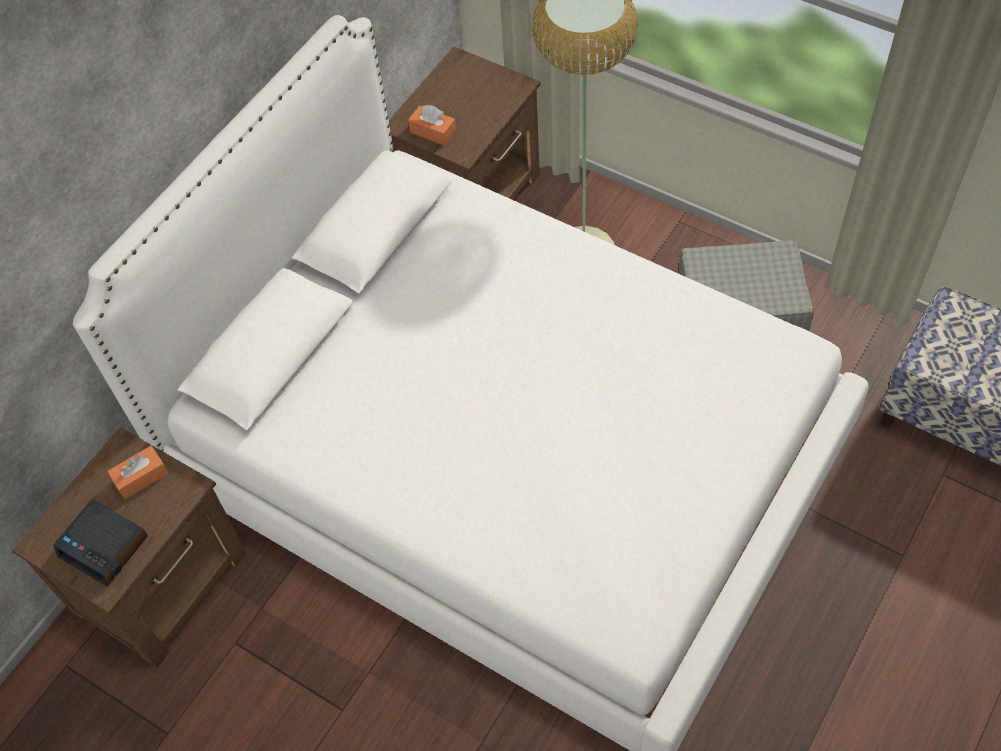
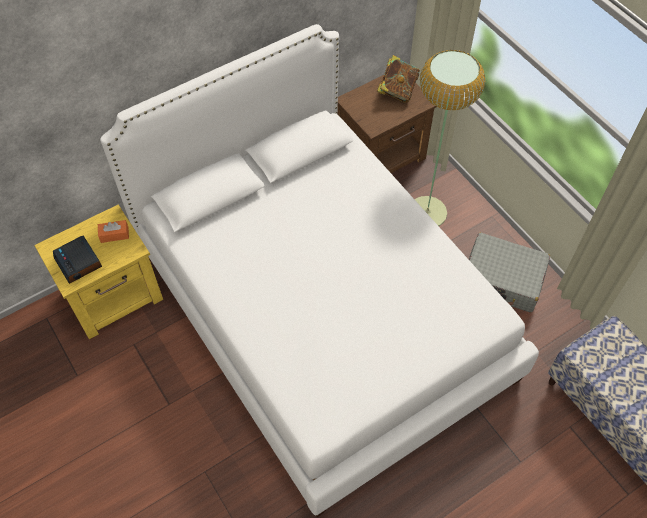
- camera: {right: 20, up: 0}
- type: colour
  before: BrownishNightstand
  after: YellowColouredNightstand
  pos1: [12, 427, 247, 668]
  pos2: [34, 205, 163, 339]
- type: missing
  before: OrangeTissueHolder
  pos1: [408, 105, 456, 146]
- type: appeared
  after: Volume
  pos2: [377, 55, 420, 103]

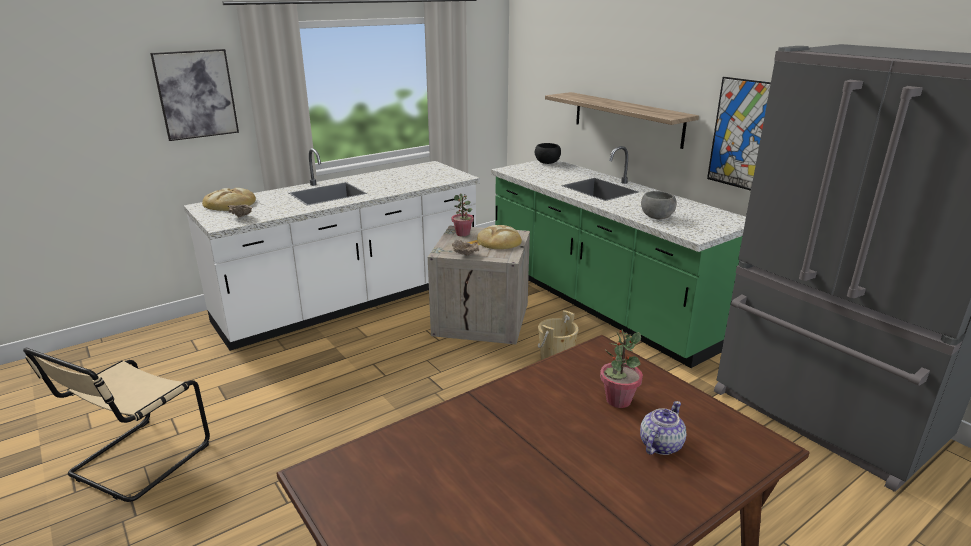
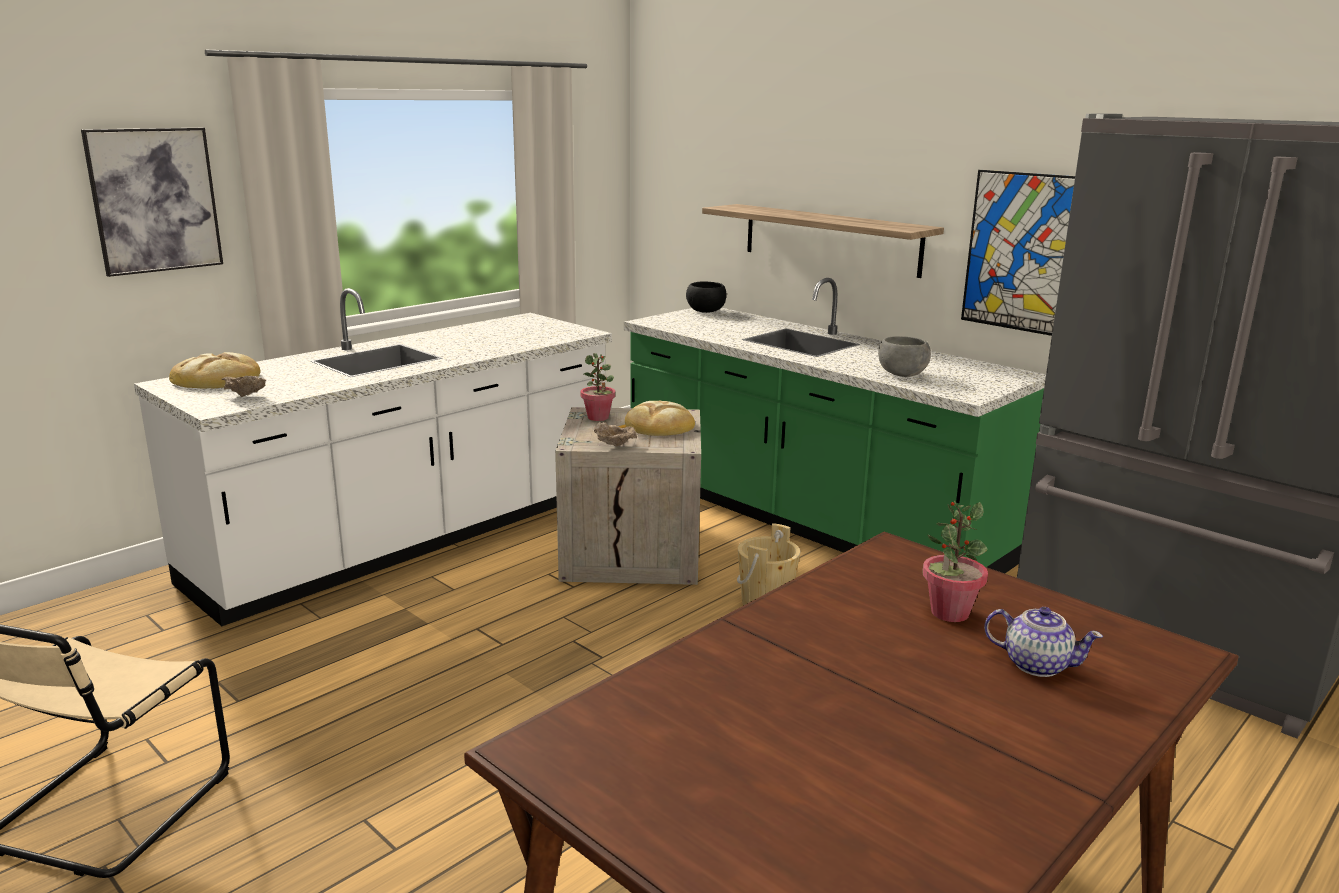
- camera: {right: -10, up: -5}
- type: spun
  before: Teapot
  pos1: [640, 401, 686, 455]
  pos2: [984, 607, 1103, 677]
  turn: 90

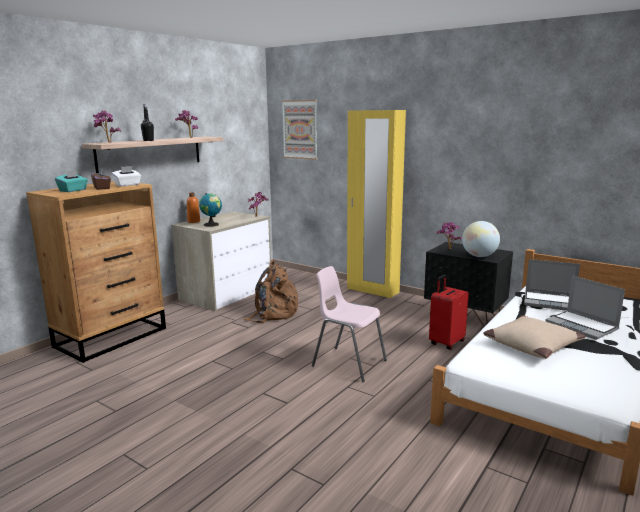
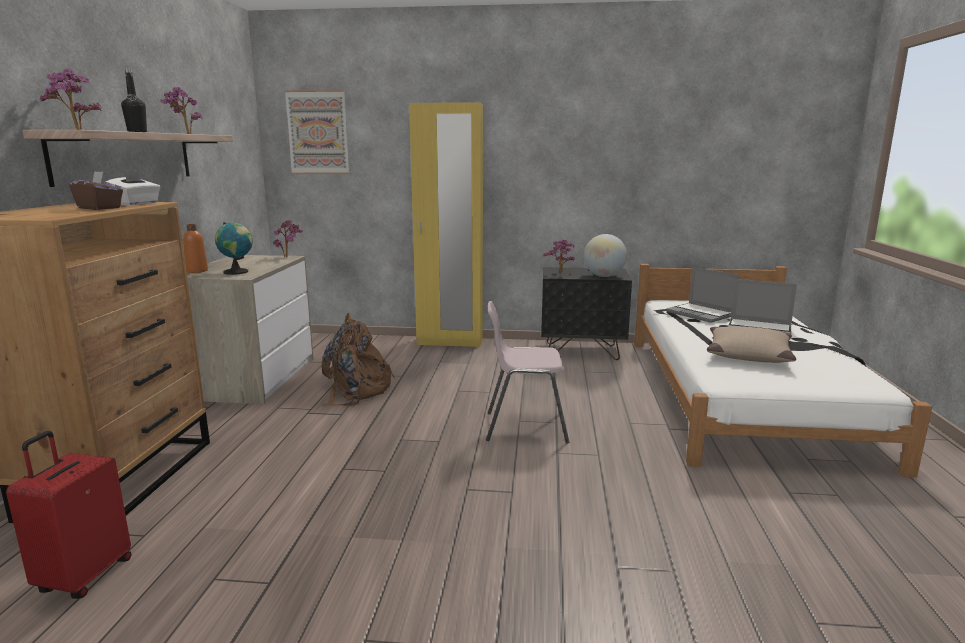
- camera: {right: -30, up: 0}
- type: missing
  before: TurquoiseTissueHolder
  pos1: [55, 170, 88, 192]
- type: relocated
  before: RedSuitcase
  pos1: [429, 275, 469, 350]
  pos2: [6, 431, 131, 599]
- type: spun
  before: Laptop
  pos1: [524, 259, 580, 311]
  pos2: [666, 267, 739, 323]
  turn: 60

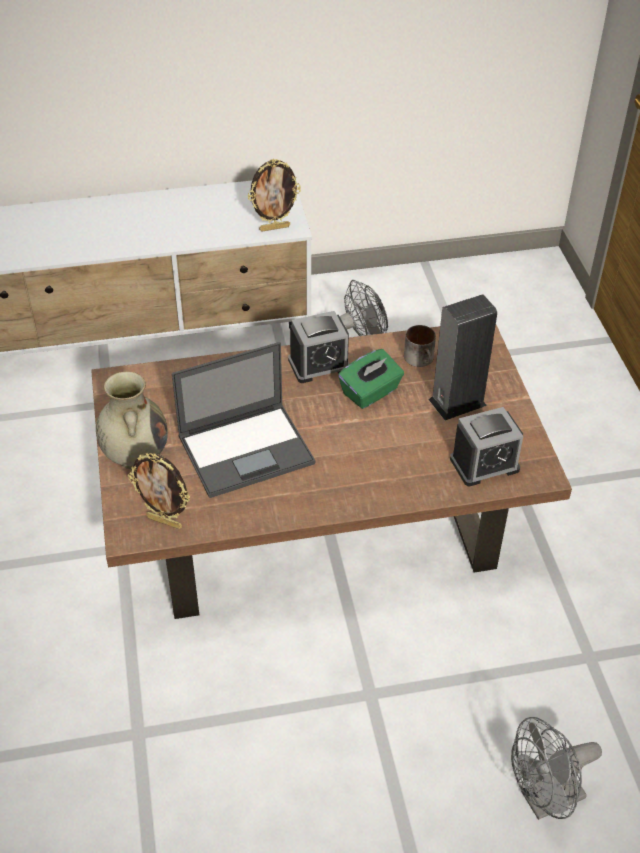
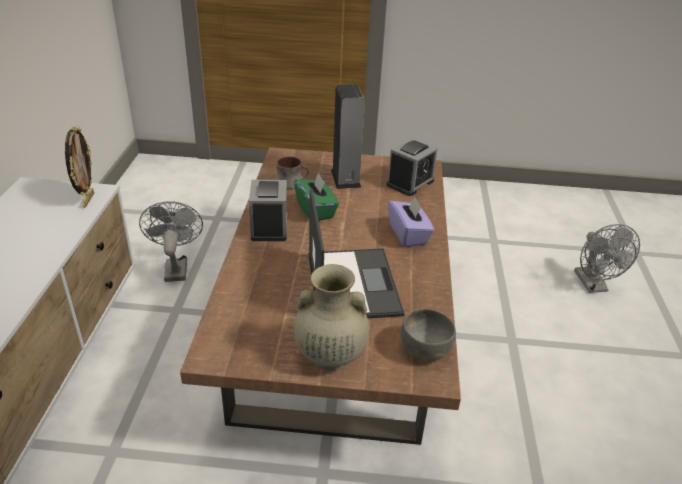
- camera: {right: -75, up: -10}
- type: exchanged
  before: PictureFrame
  after: GrayDeepDish
  pos1: [128, 453, 190, 529]
  pos2: [401, 309, 456, 362]
- type: spun
  before: BedsideClock
  pos1: [450, 407, 523, 486]
  pos2: [387, 138, 438, 196]
  turn: 45
- type: appeared
  after: PurpleColouredTissueHolder
  pos2: [388, 196, 434, 247]

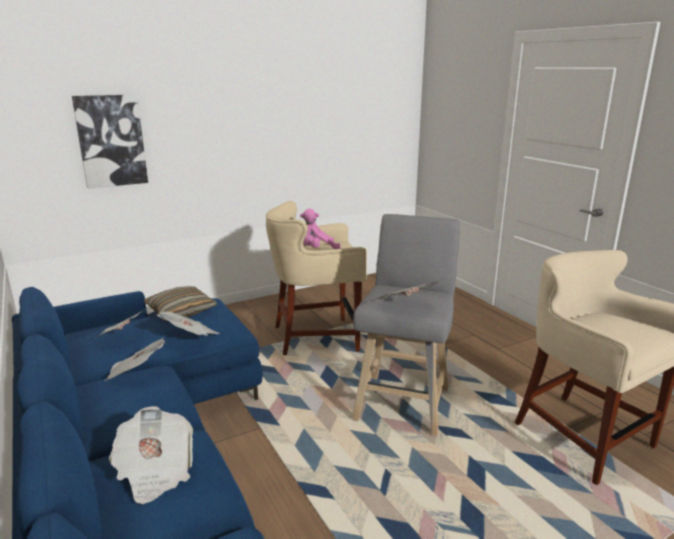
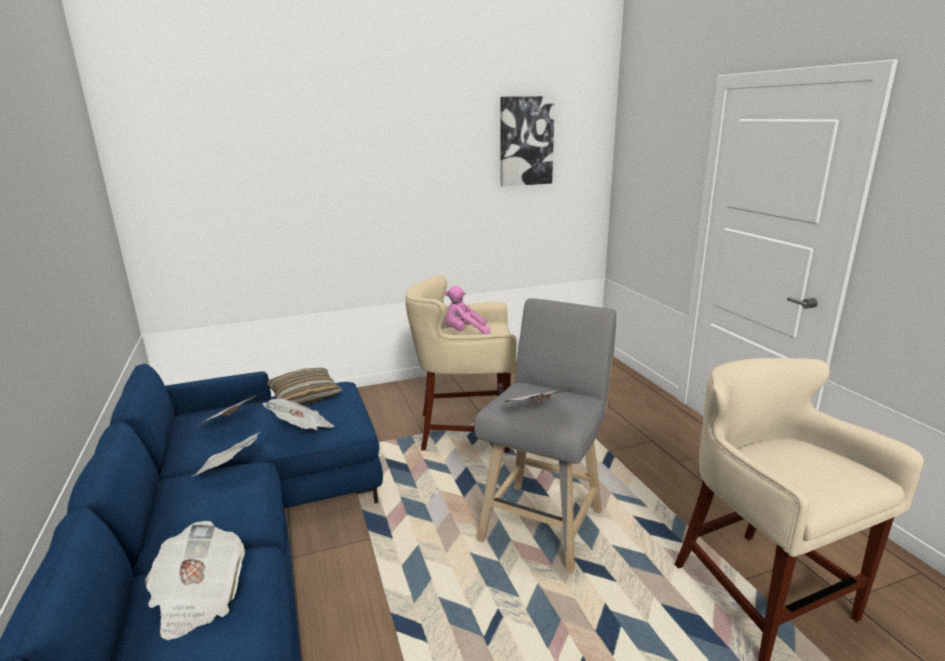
- camera: {right: 10, up: 0}
- type: relocated
  before: Picture
  pos1: [72, 94, 148, 189]
  pos2: [501, 96, 555, 187]

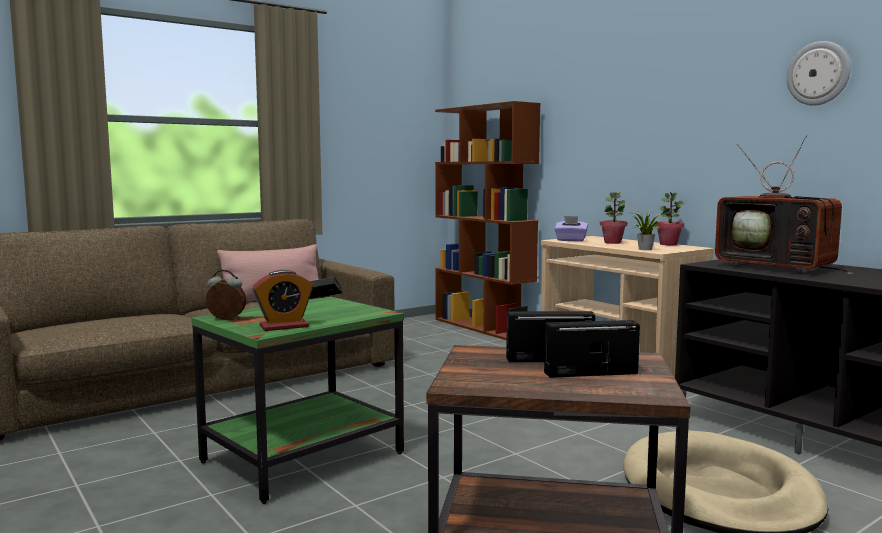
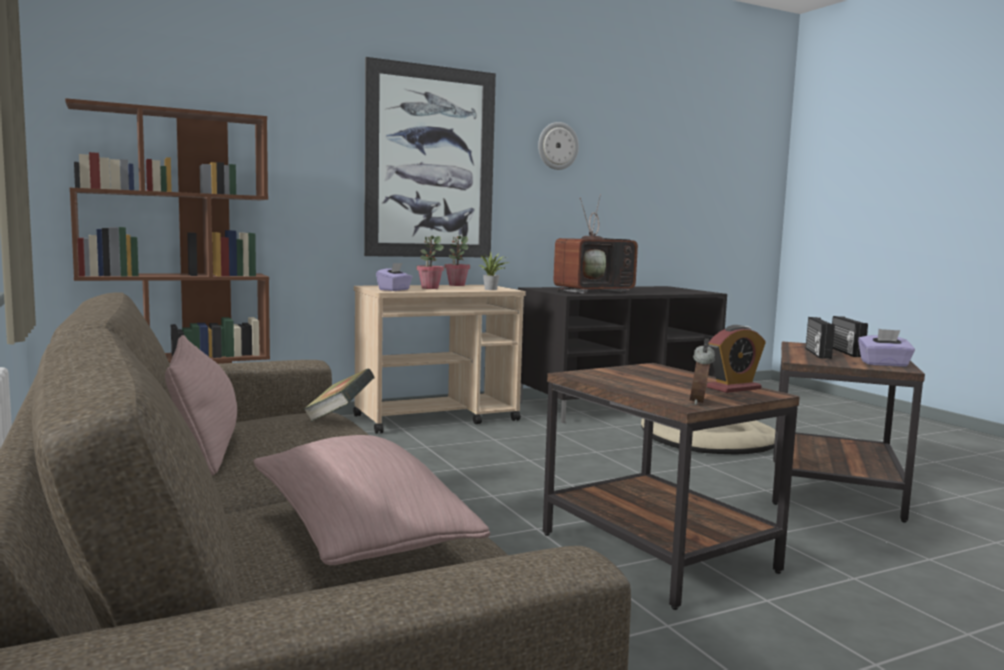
- camera: {right: -80, up: 0}
- type: colour
  before: GreenColouredAccentTable
  after: BrownishAccentTable
  pos1: [191, 297, 404, 504]
  pos2: [543, 363, 800, 610]
- type: spun
  before: BedsideClock
  pos1: [252, 270, 313, 331]
  pos2: [707, 325, 766, 393]
  turn: 75
- type: appeared
  after: PinkColouredCushion
  pos2: [253, 435, 490, 565]
- type: appeared
  after: Picture
  pos2: [364, 57, 496, 258]
- type: appeared
  after: PurpleColouredTissueHolder
  pos2: [858, 329, 915, 367]

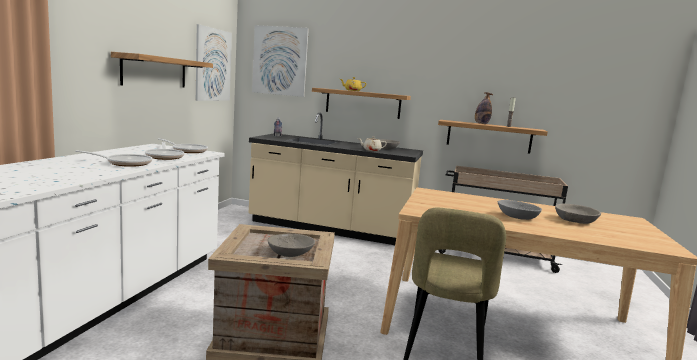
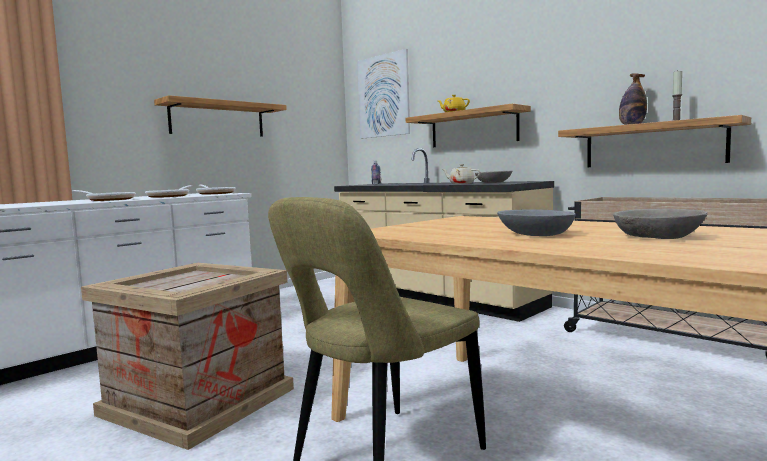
- camera: {right: 30, up: -5}
- type: missing
  before: Picture
  pos1: [196, 24, 232, 101]
- type: missing
  before: GrayDeepDish
  pos1: [267, 233, 315, 257]

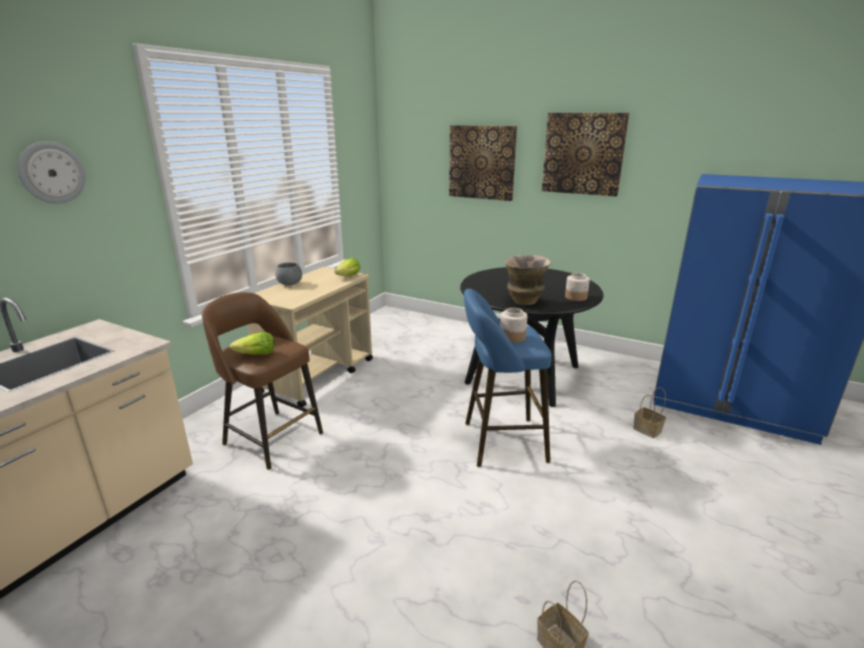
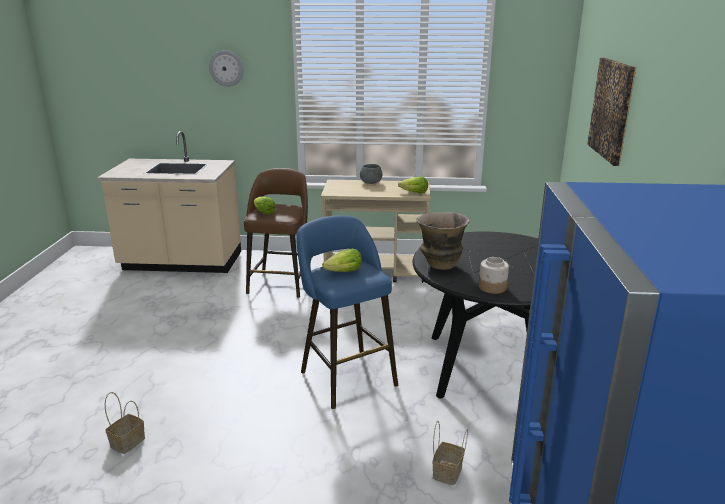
- camera: {right: 65, up: 0}
- type: exchanged
  before: PreserveJar
  after: HeadOfLettuce
  pos1: [500, 308, 527, 343]
  pos2: [322, 249, 362, 272]
- type: missing
  before: Picture
  pos1: [542, 113, 629, 197]

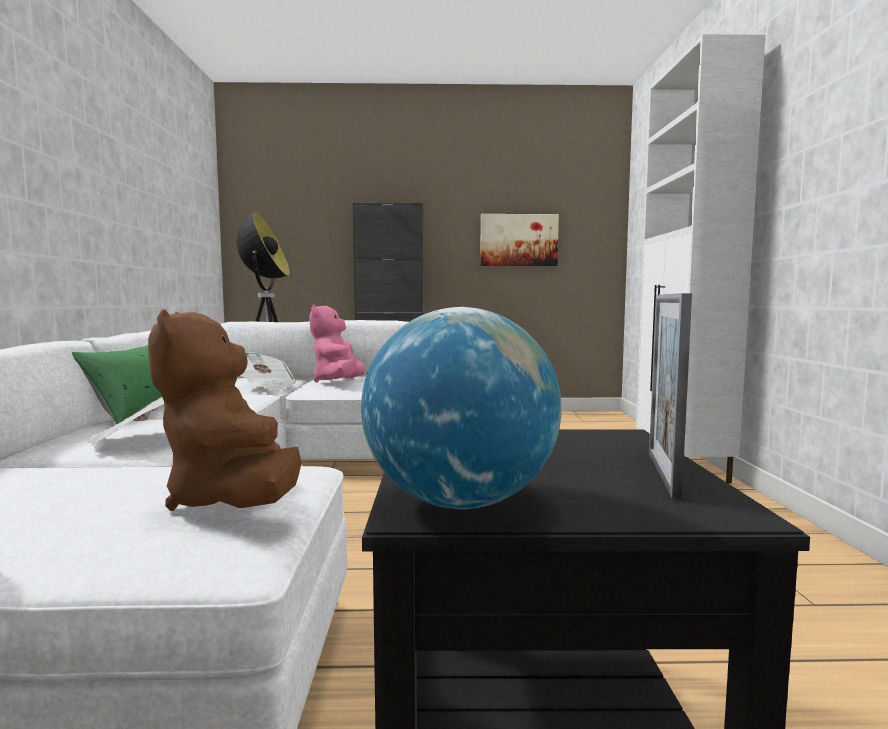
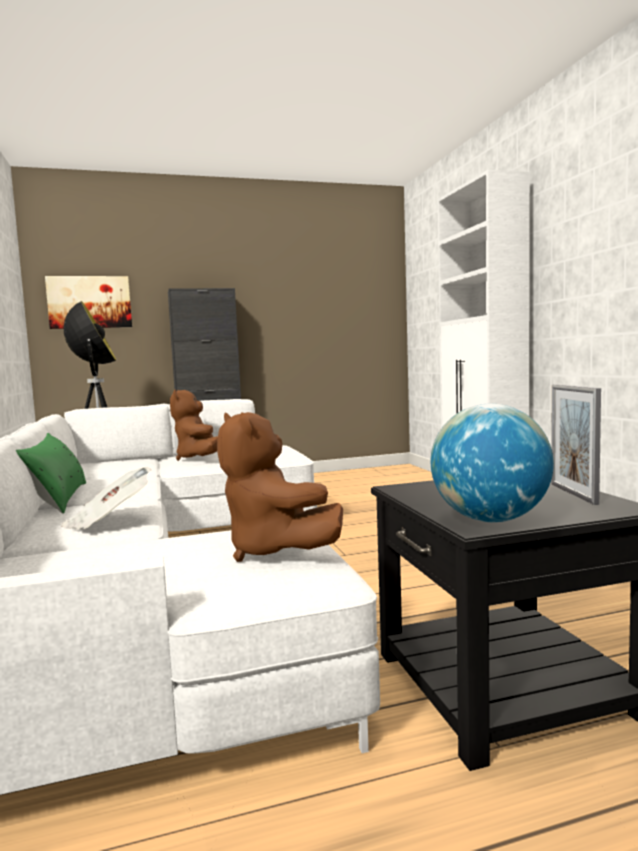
- camera: {right: -15, up: 0}
- type: missing
  before: PrintedPaper
  pos1: [240, 352, 296, 391]
- type: colour
  before: PinkColouredSoftToy
  after: BrownishSoftToy
  pos1: [309, 304, 365, 382]
  pos2: [170, 390, 218, 461]
- type: relocated
  before: Picture
  pos1: [480, 214, 559, 266]
  pos2: [45, 276, 132, 329]

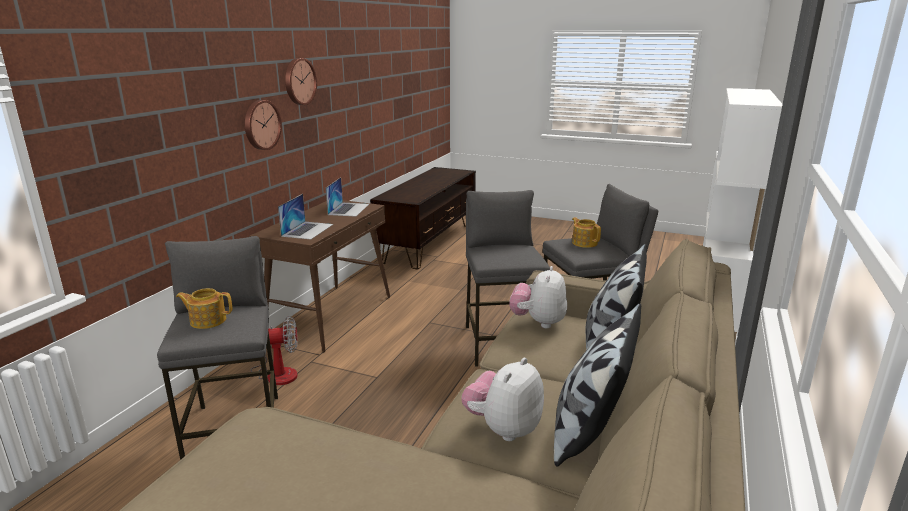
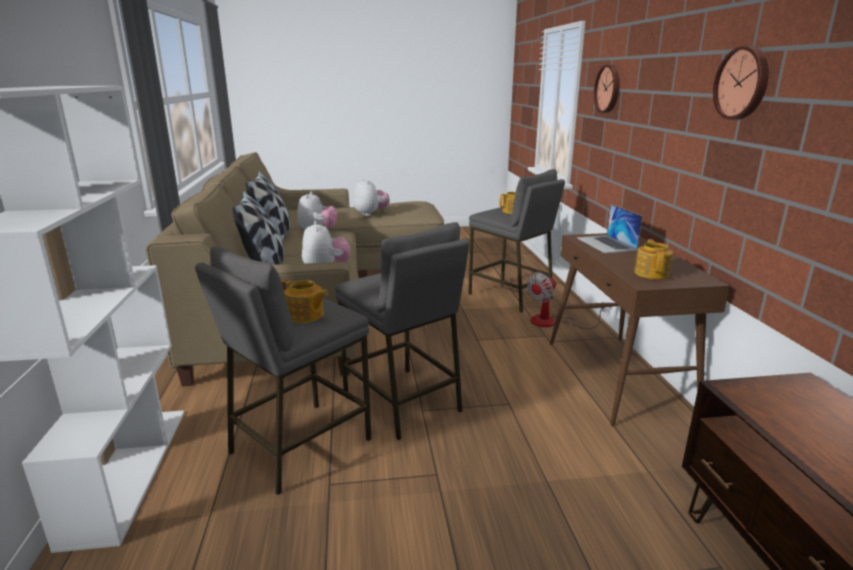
- camera: {right: 150, up: 0}
- type: relocated
  before: WallClock
  pos1: [245, 100, 282, 150]
  pos2: [594, 65, 620, 113]
- type: exchanged
  before: Laptop
  after: Teapot
  pos1: [326, 177, 369, 217]
  pos2: [634, 239, 673, 279]
- type: appeared
  after: SoftToy
  pos2: [354, 178, 390, 216]

